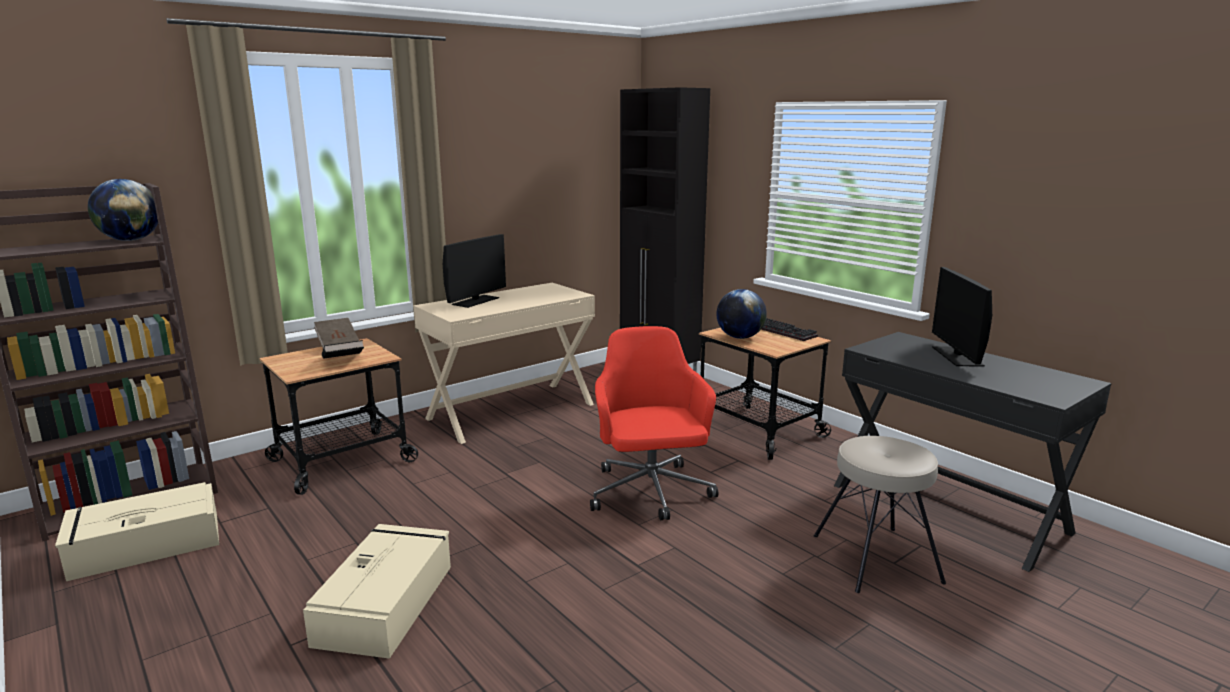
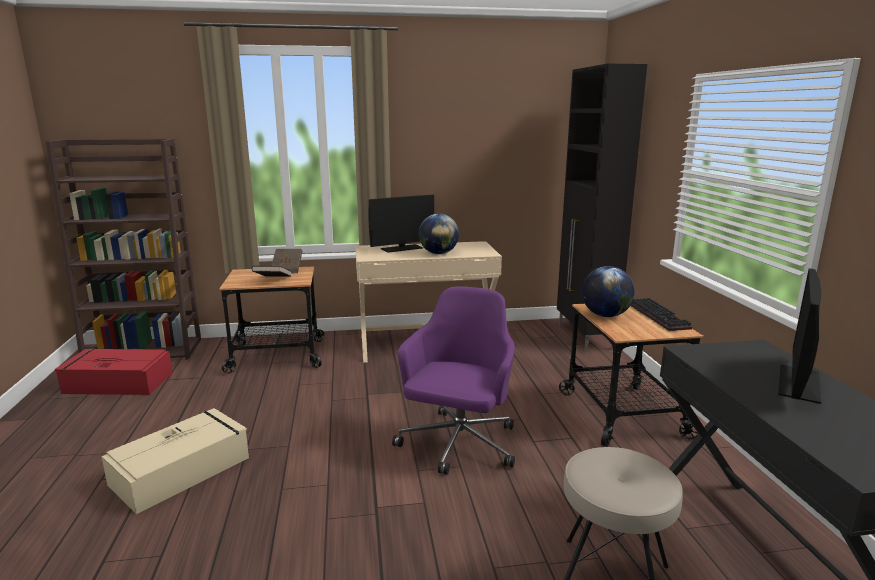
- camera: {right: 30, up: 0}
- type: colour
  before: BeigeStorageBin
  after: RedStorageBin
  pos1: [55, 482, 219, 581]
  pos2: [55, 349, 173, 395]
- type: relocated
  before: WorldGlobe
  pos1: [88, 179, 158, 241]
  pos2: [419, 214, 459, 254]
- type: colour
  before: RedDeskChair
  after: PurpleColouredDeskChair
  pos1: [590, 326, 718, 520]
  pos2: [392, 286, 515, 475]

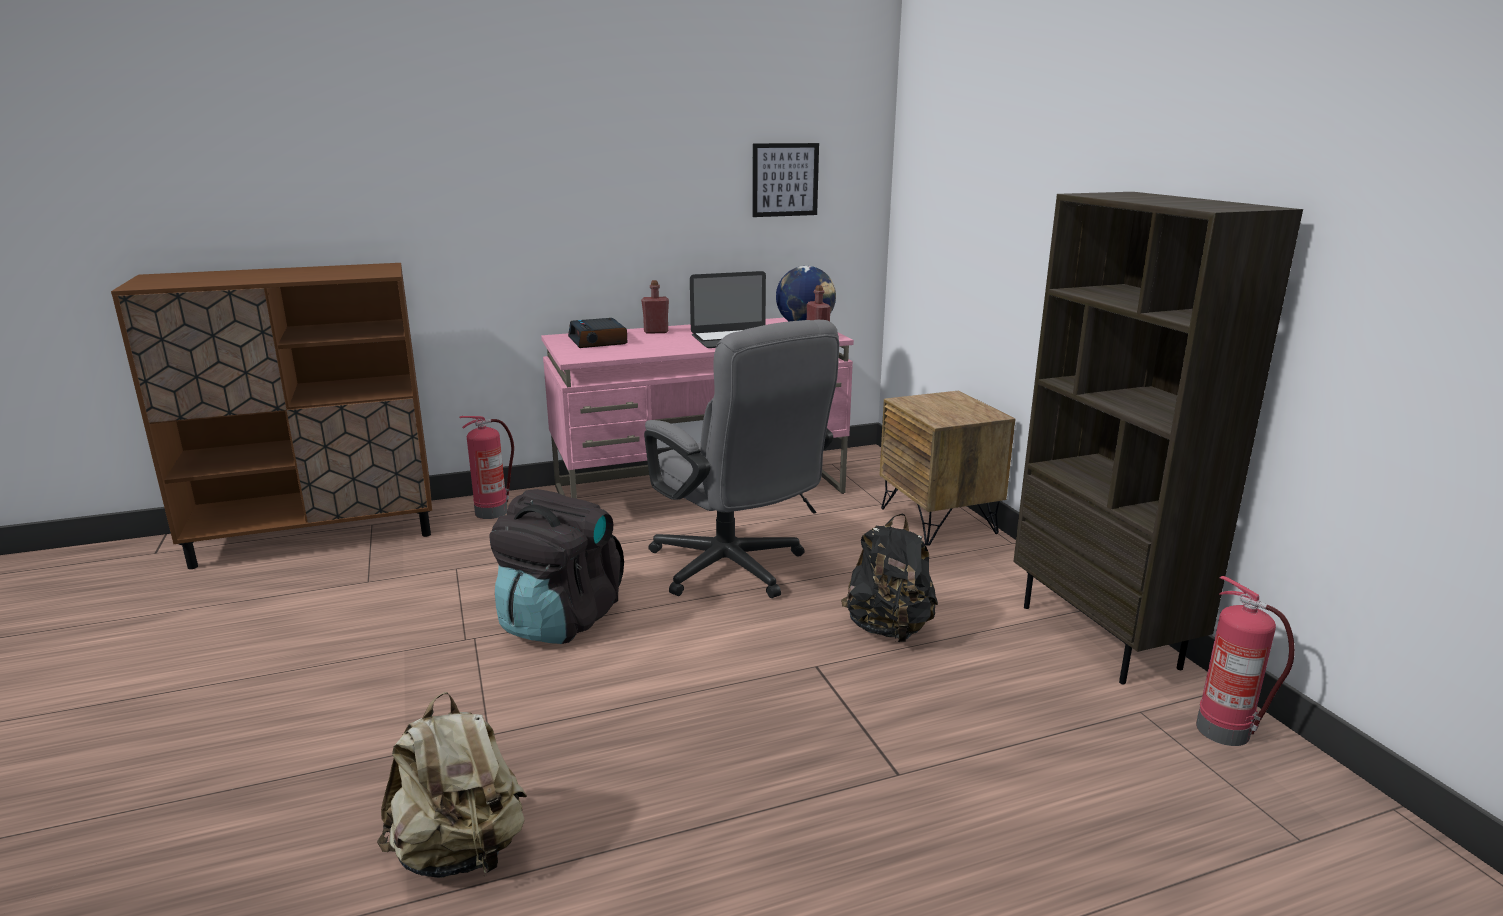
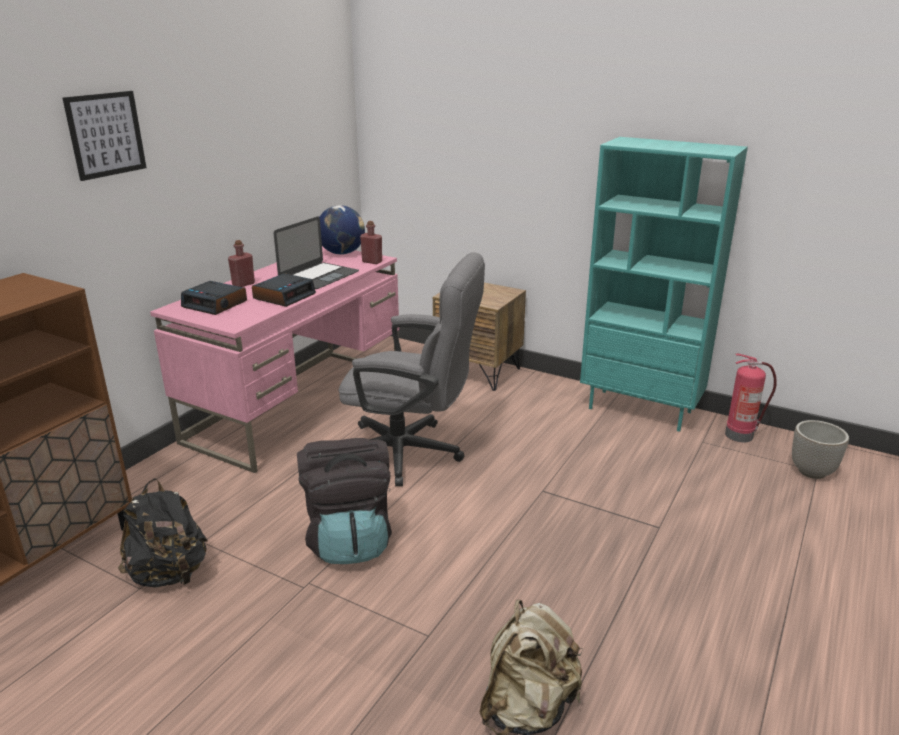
- camera: {right: -40, up: 5}
- type: missing
  before: FireFightingCylinder
  pos1: [459, 416, 514, 519]
- type: relocated
  before: Picture
  pos1: [752, 143, 819, 217]
  pos2: [62, 91, 146, 181]
- type: relocated
  before: BlackKnapsack
  pos1: [841, 513, 938, 642]
  pos2: [118, 479, 208, 588]
- type: colour
  before: BrownishShelvingUnit
  after: TurquoiseShelvingUnit
  pos1: [1013, 192, 1303, 685]
  pos2: [580, 137, 748, 432]
- type: appeared
  after: BedsideClock
  pos2: [252, 273, 316, 307]
- type: appeared
  after: PlantPot
  pos2: [792, 420, 849, 479]

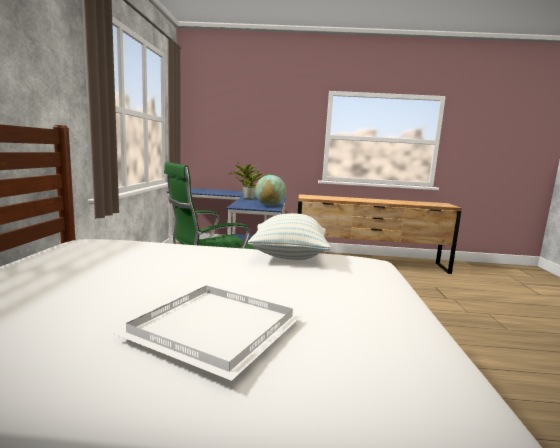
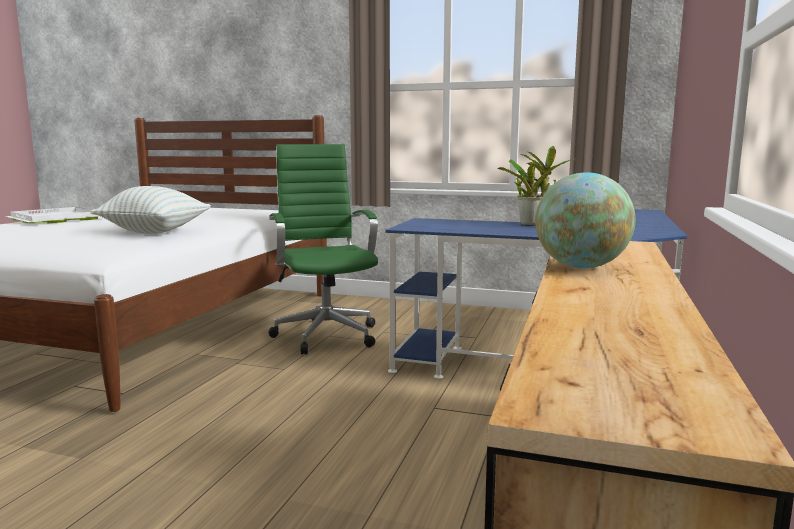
- camera: {right: 105, up: 0}
- type: relocated
  before: WorldGlobe
  pos1: [255, 175, 286, 206]
  pos2: [535, 172, 635, 268]

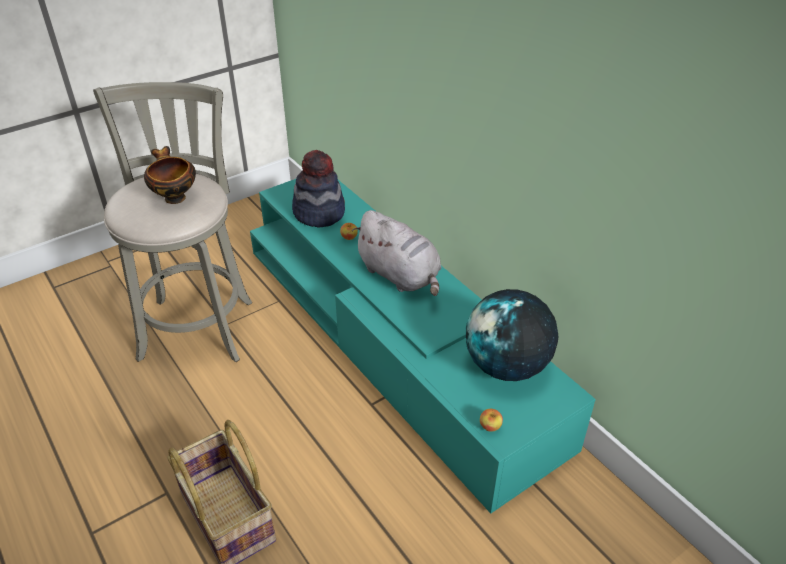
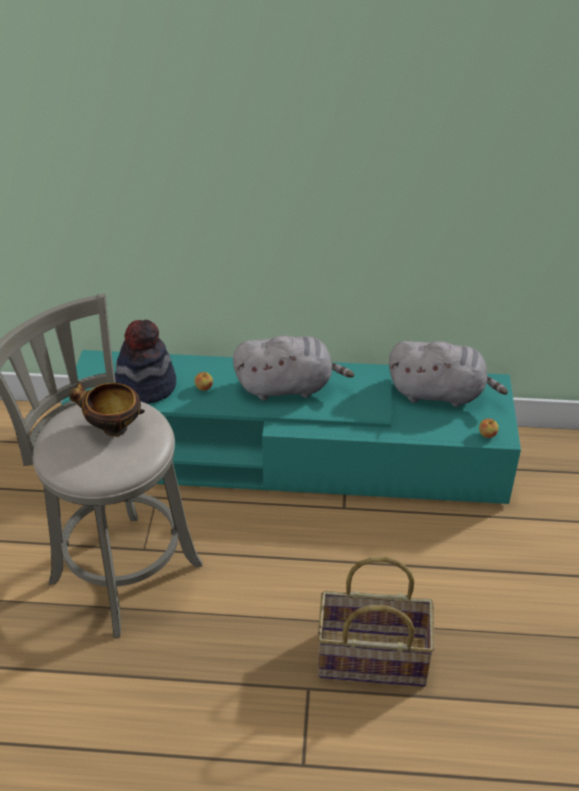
- camera: {right: -50, up: 0}
- type: exchanged
  before: WorldGlobe
  after: GraySoftToy
  pos1: [466, 289, 559, 381]
  pos2: [389, 341, 508, 407]

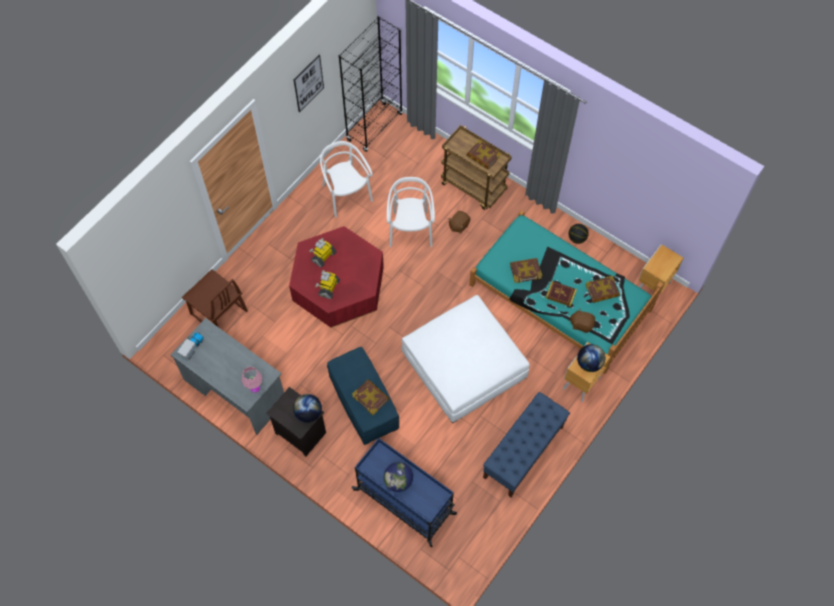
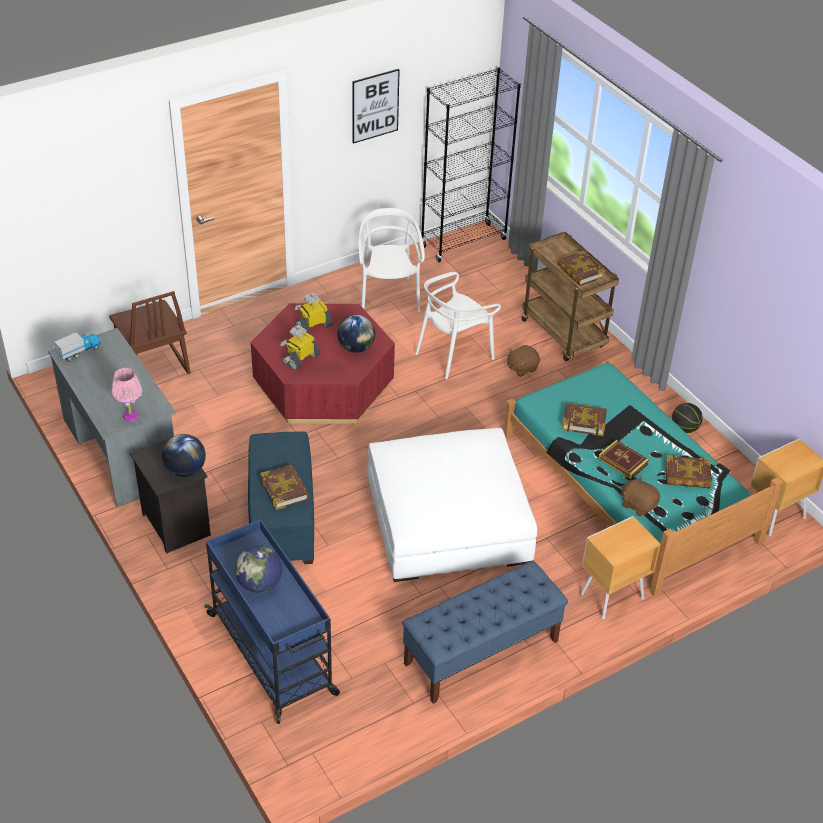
- camera: {right: 20, up: -20}
- type: spun
  before: WhiteColouredPlainChair
  pos1: [387, 177, 435, 247]
  pos2: [415, 272, 501, 379]
  turn: -150
- type: relocated
  before: WorldGlobe
  pos1: [577, 344, 605, 372]
  pos2: [337, 315, 375, 353]

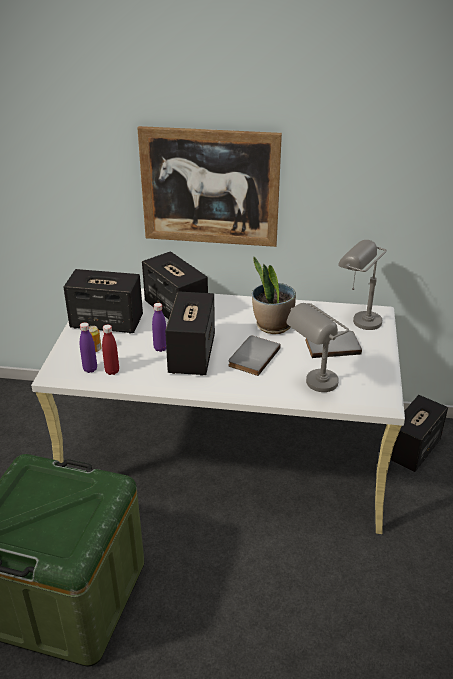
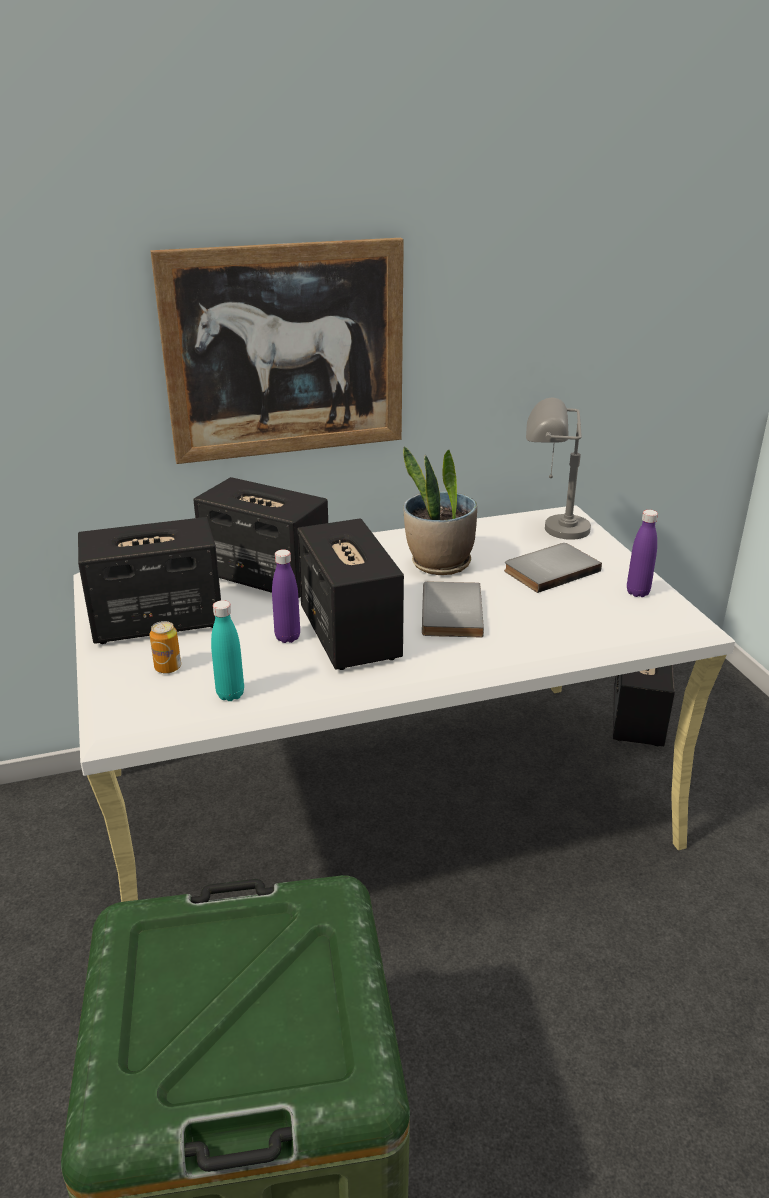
- camera: {right: -25, up: -5}
- type: relocated
  before: PurpleColouredDrinkBottle
  pos1: [80, 322, 97, 373]
  pos2: [627, 510, 658, 597]
- type: colour
  before: RedDrinkBottle
  after: TurquoiseDrinkBottle
  pos1: [102, 325, 119, 375]
  pos2: [211, 600, 244, 701]
- type: missing
  before: GrayTableLamp
  pos1: [286, 303, 349, 392]

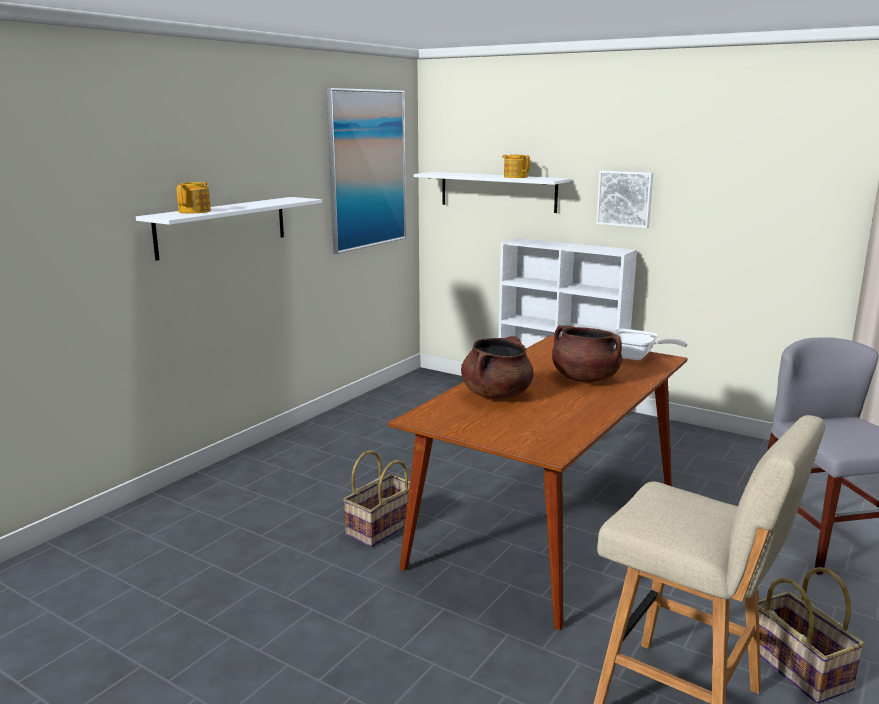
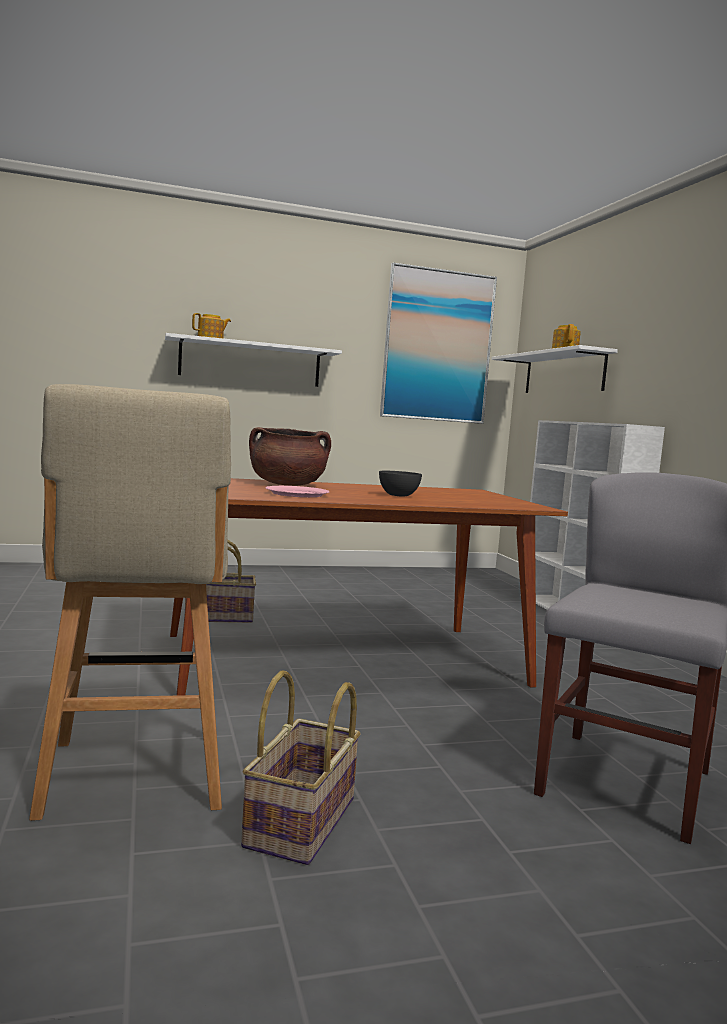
- camera: {right: 40, up: -10}
- type: exchanged
  before: BrownishCookingPot
  after: GrayDeepDish
  pos1: [552, 325, 622, 382]
  pos2: [379, 471, 422, 497]
- type: missing
  before: Picture
  pos1: [596, 171, 653, 228]
- type: missing
  before: Pan
  pos1: [613, 329, 688, 360]
- type: appeared
  after: PinkColouredDinnerPlate
  pos2: [265, 486, 329, 497]

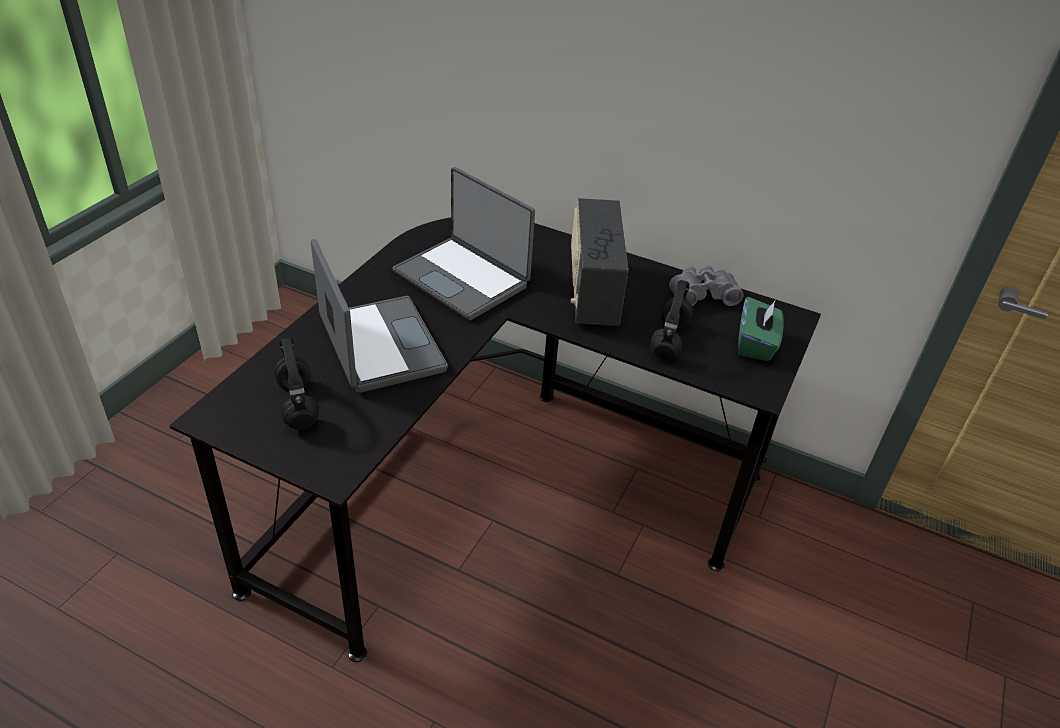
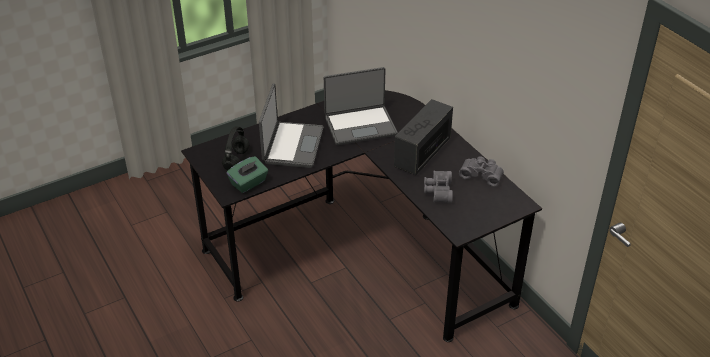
- camera: {right: 35, up: 0}
- type: spun
  before: Laptop
  pos1: [392, 167, 535, 321]
  pos2: [324, 67, 398, 145]
  turn: -90
- type: exchanged
  before: BlackHeadset
  after: GrayFieldGlasses
  pos1: [651, 280, 693, 360]
  pos2: [424, 171, 453, 203]
- type: relocated
  before: GreenColouredTissueHolder
  pos1: [738, 297, 784, 361]
  pos2: [227, 156, 268, 193]

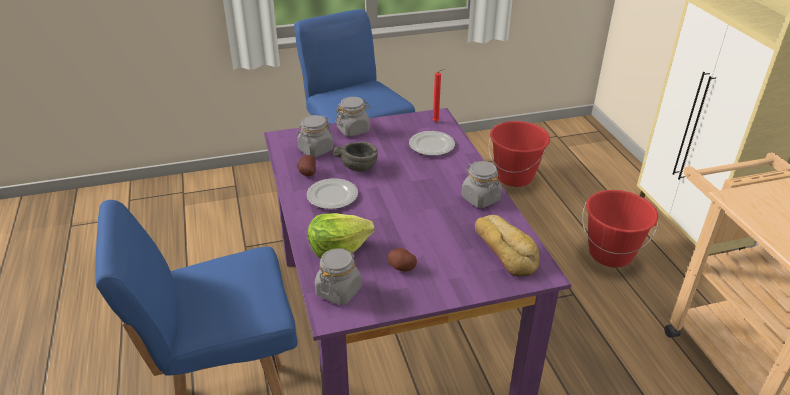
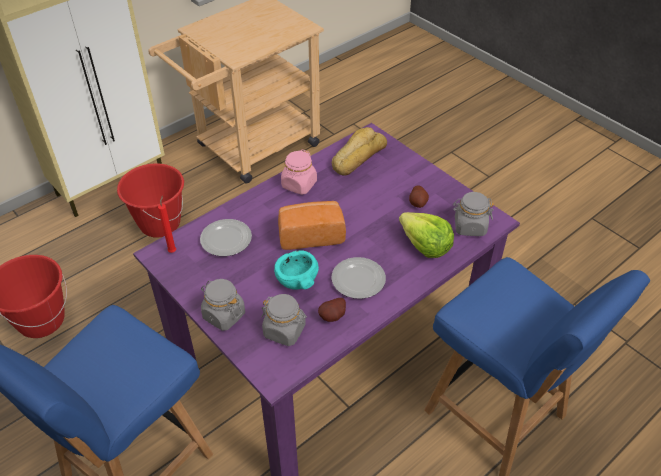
- camera: {right: -115, up: 10}
- type: colour
  before: GrayDeepDish
  after: TurquoiseDeepDish
  pos1: [333, 141, 378, 172]
  pos2: [274, 250, 319, 290]
- type: colour
  before: GrayPreserveJar
  after: PinkColouredPreserveJar
  pos1: [462, 161, 501, 208]
  pos2: [281, 149, 317, 195]
- type: appeared
  after: BakedBread
  pos2: [278, 201, 346, 250]

